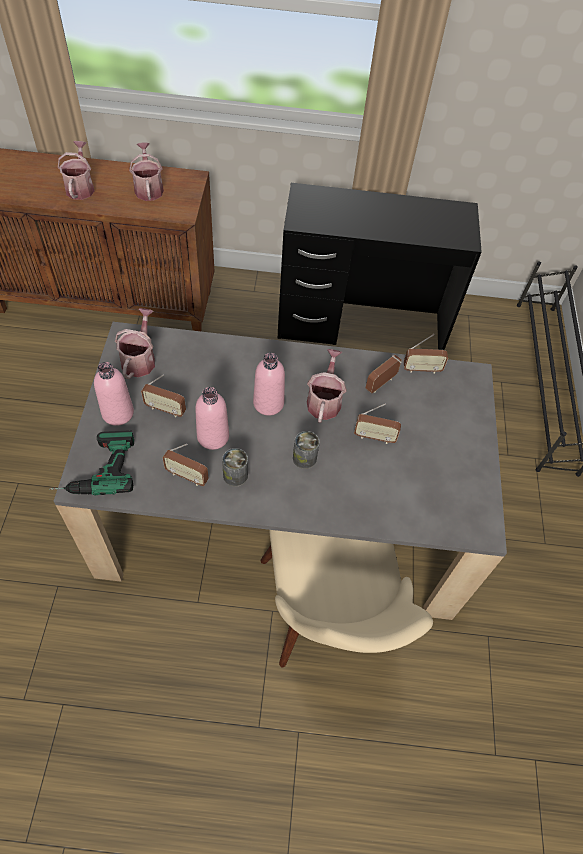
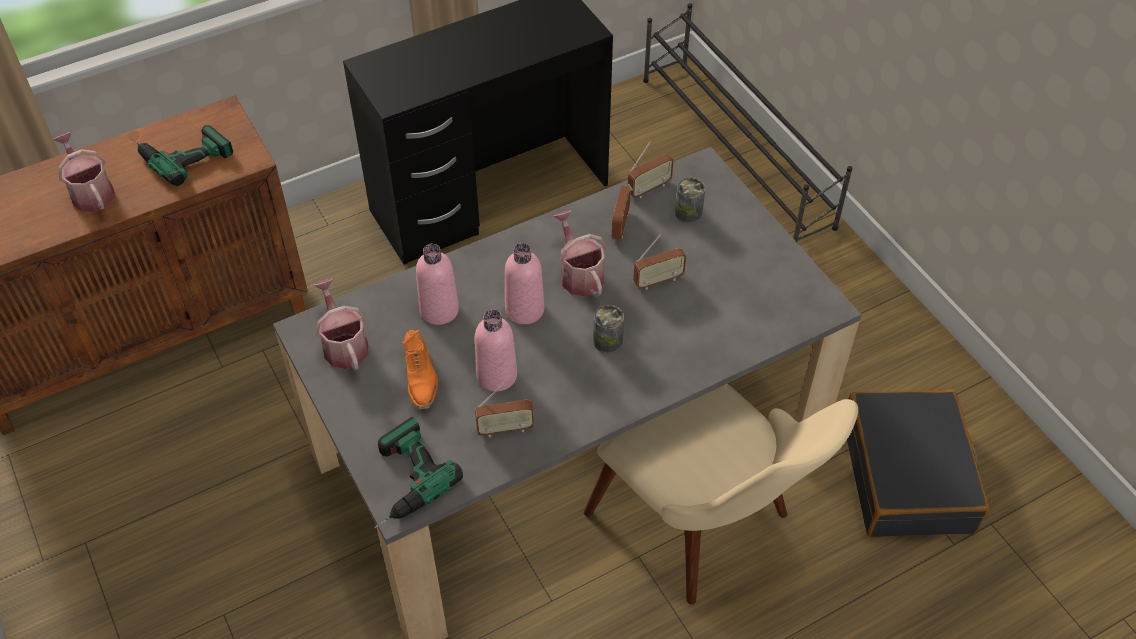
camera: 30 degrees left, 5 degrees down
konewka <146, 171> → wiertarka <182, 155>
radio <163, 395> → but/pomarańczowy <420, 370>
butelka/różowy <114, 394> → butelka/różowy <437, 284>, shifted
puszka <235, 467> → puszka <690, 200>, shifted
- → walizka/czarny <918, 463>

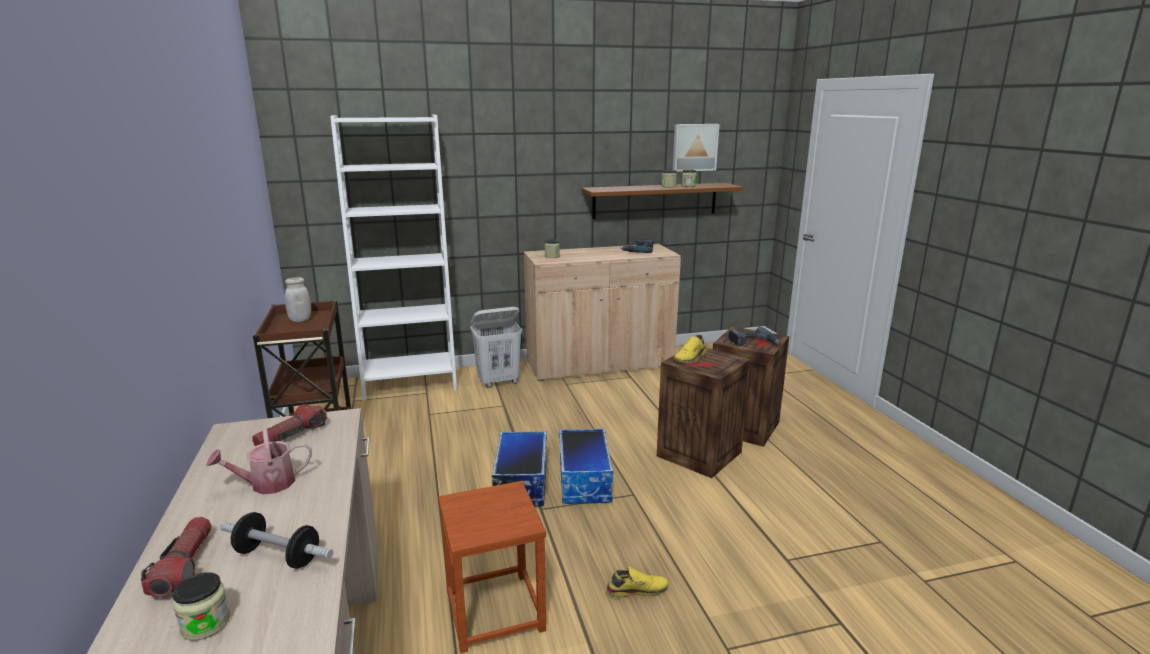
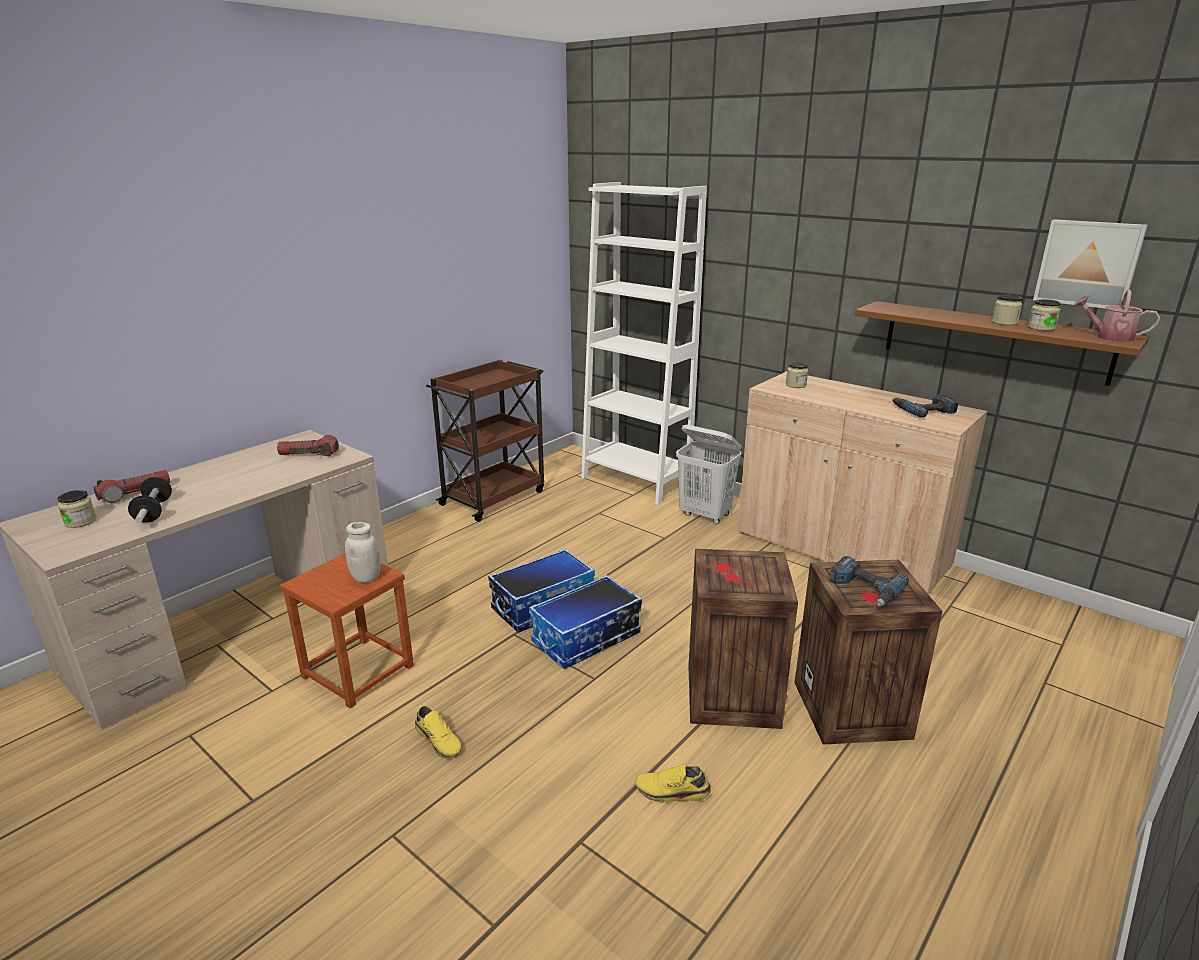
camera: 55 degrees right, 5 degrees up
słoik/biały <298, 299> → słoik/biały <363, 552>, shifted
but/żółty <690, 349> → but/żółty <673, 783>, shifted
konewka <259, 461> → konewka <1117, 315>, shifted

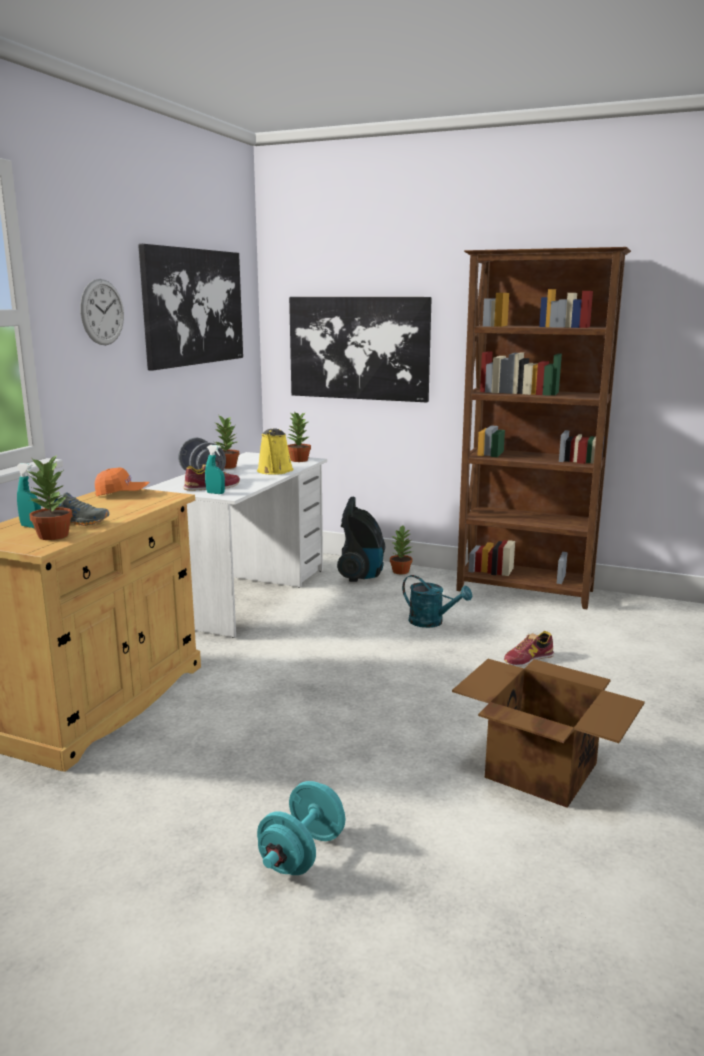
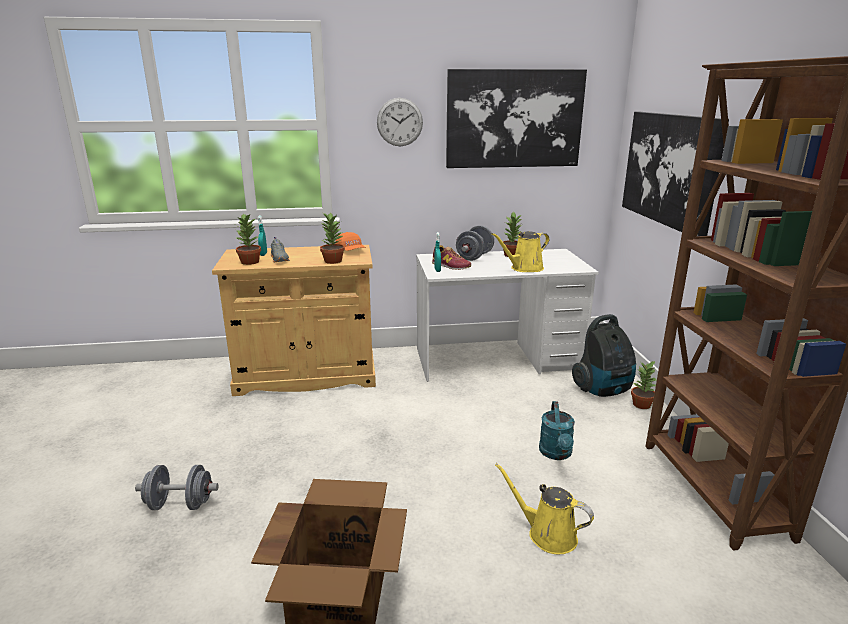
camera: 60 degrees right, 5 degrees up
hantel/turkusowy <301, 828> → hantel/szary <176, 487>
roślina doniczkowa <298, 436> → roślina doniczkowa <332, 238>, shifted
but <529, 649> → konewka/żółty <544, 508>

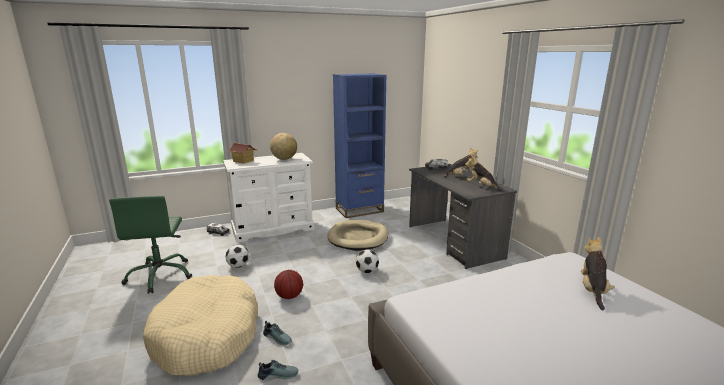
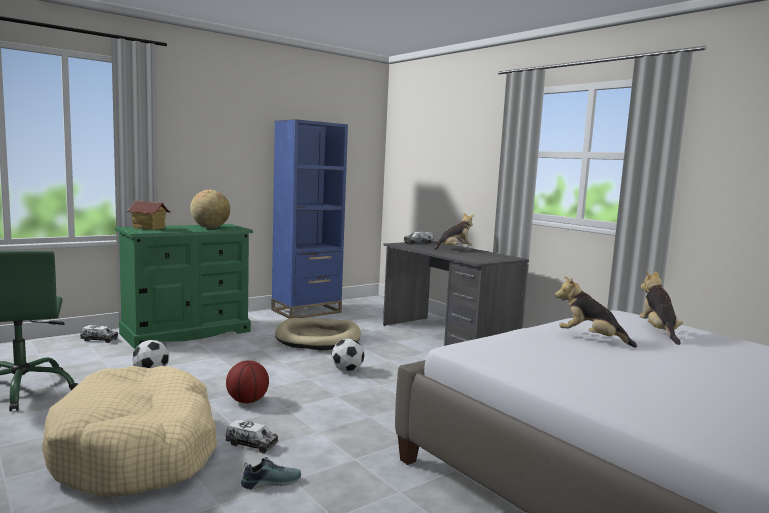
camera: 15 degrees left, 10 degrees down
komoda/biały <268, 198> → komoda/zielony <184, 286>
but <277, 333> → ciężarówka zabawkowa <251, 436>
pluszak <483, 173> → pluszak <596, 312>, shifted

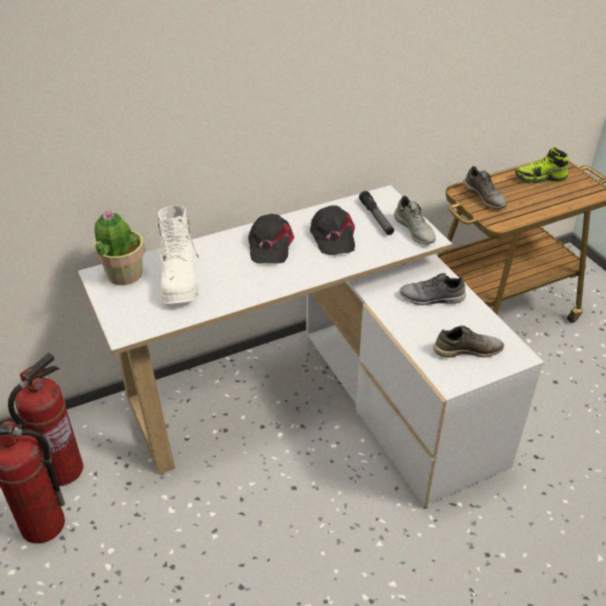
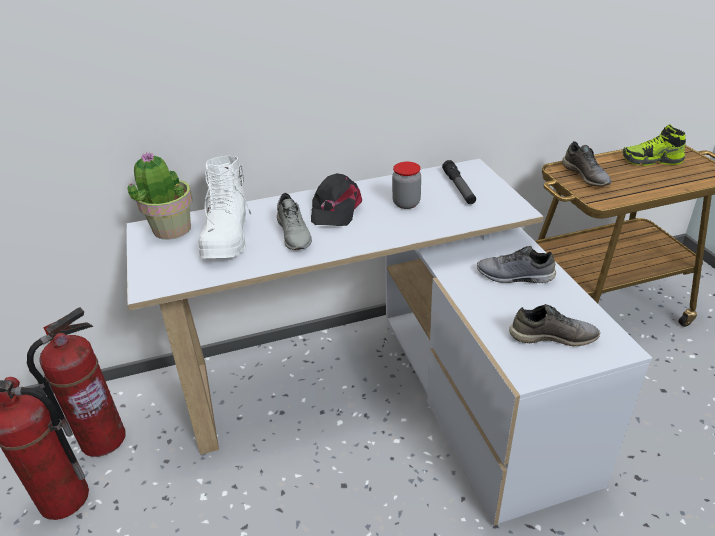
camera: 10 degrees right, 5 degrees down
but/szary <415, 220> → but/szary <294, 221>, shifted
czapka z daszkiem/czarny <332, 230> → słoik <406, 185>

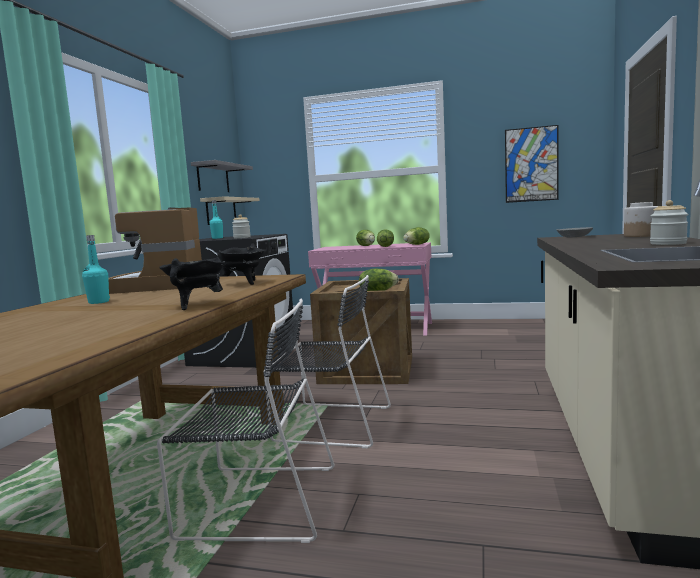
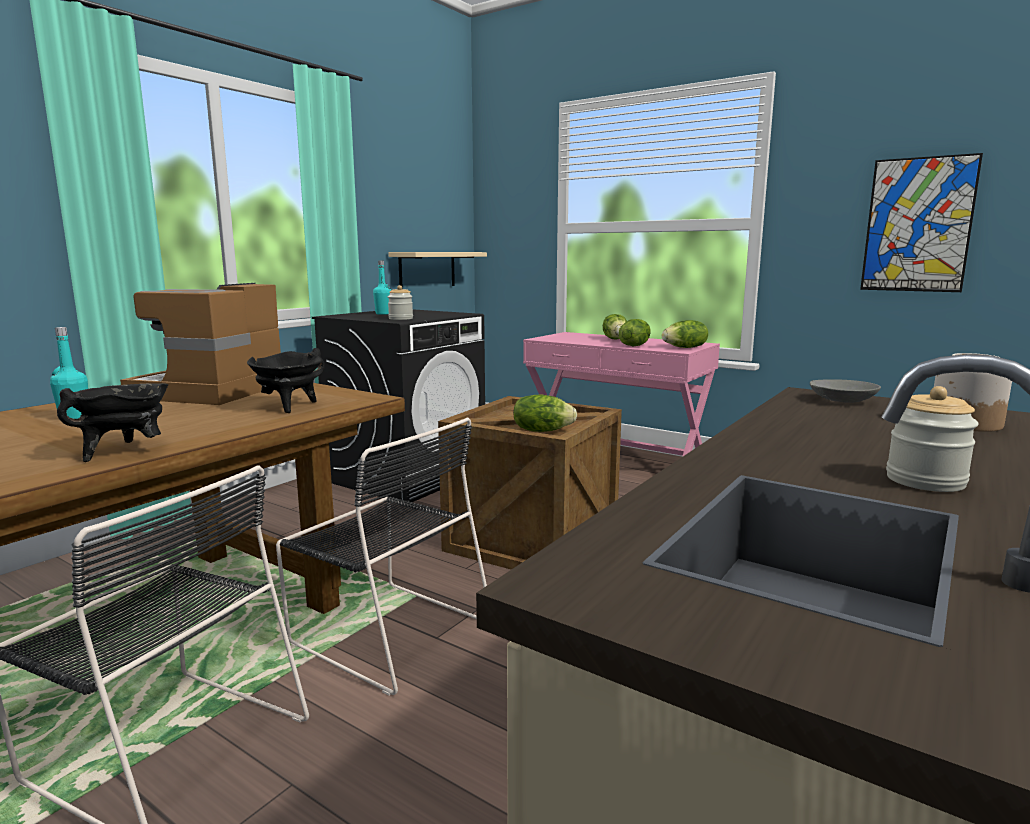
camera: 20 degrees right, 5 degrees up
półka/szary <222, 176> → -

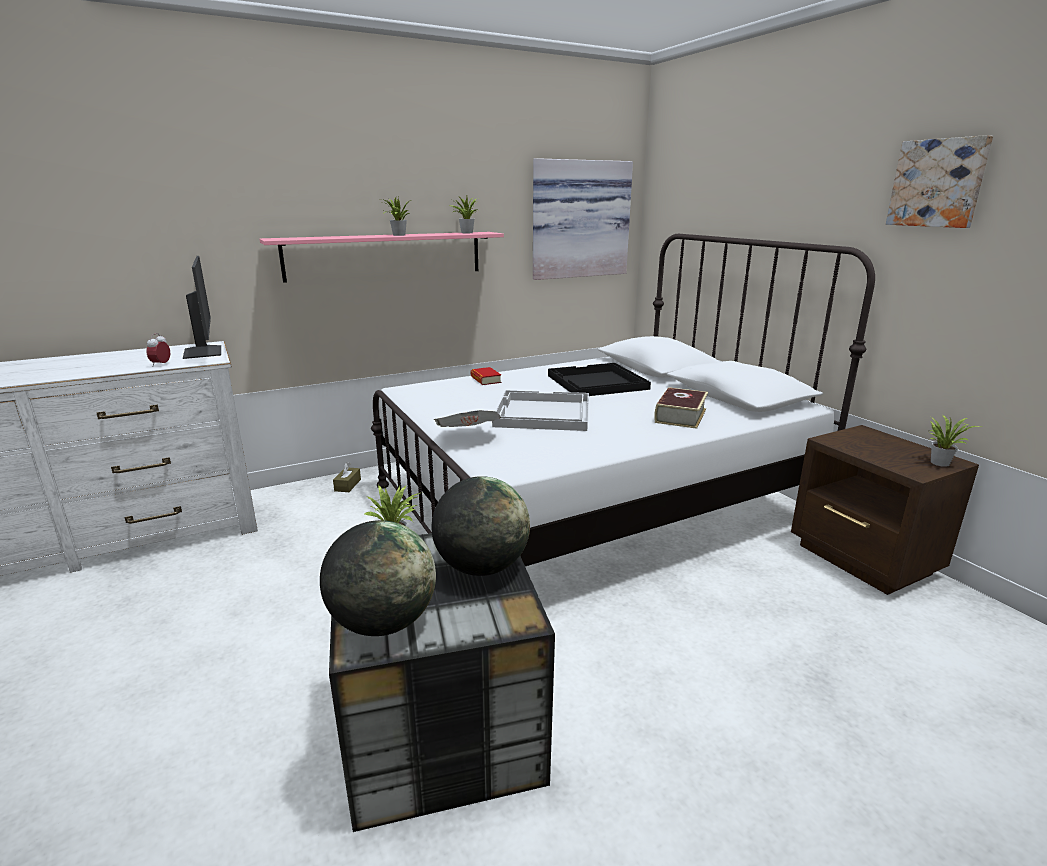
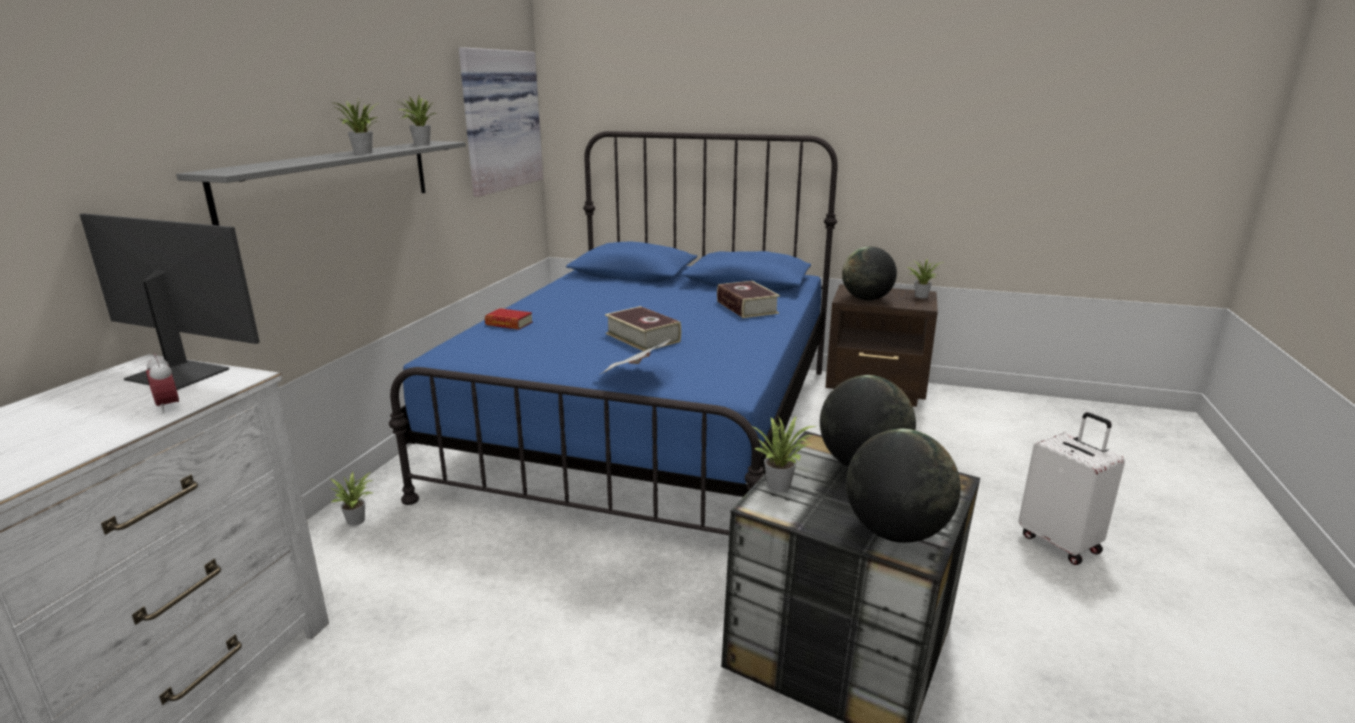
camera: 45 degrees left, 0 degrees up
półka/różowy <381, 257> → półka/szary <321, 183>
pudełko chusteczek/brązowy <347, 477> → roślina doniczkowa <352, 499>
łóżko/biały <623, 400> → łóżko/niebieski <613, 333>
taca/biały <540, 410> → książka <643, 328>
- → globus <869, 273>
- → walizka/biały <1071, 488>
taca/czarny <599, 379> → -
obraz <939, 181> → -

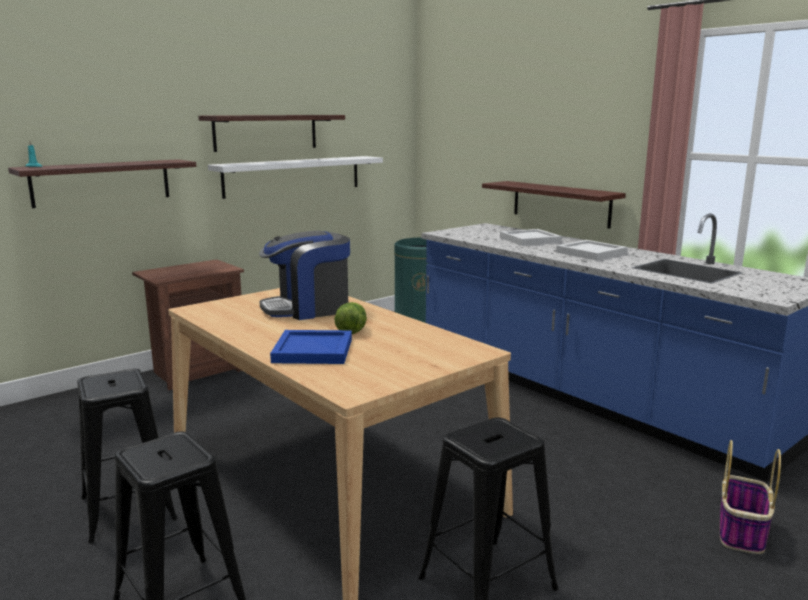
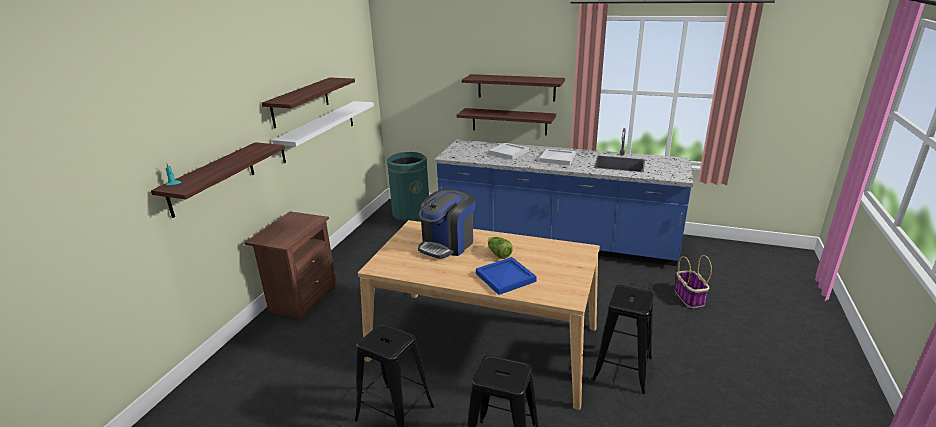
camera: 30 degrees left, 10 degrees up
- → półka <513, 87>

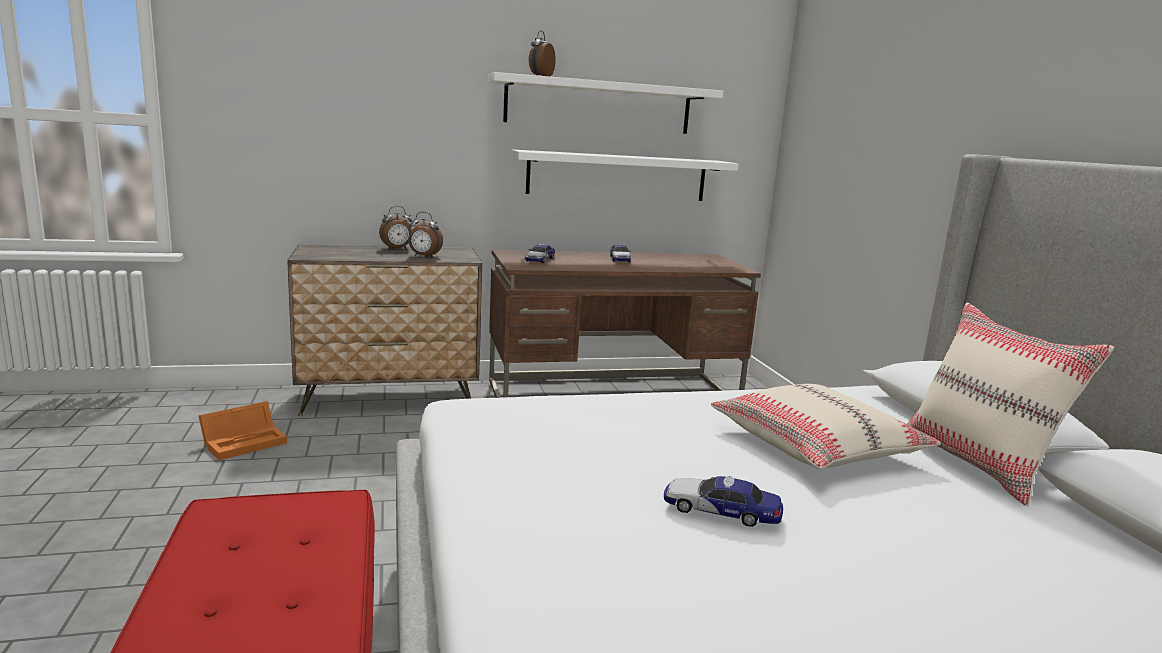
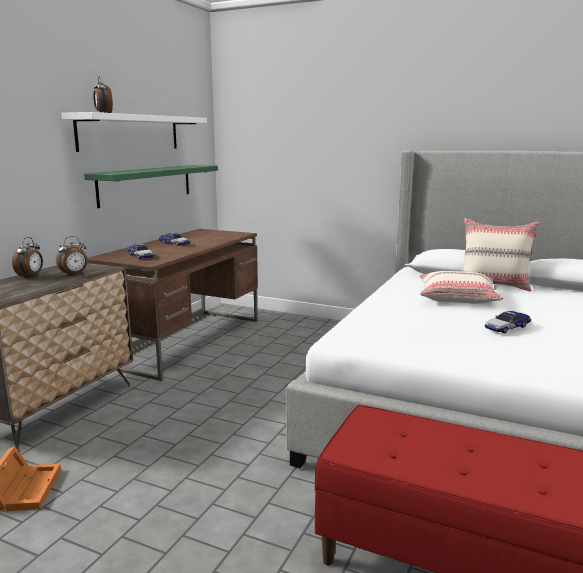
camera: 50 degrees left, 0 degrees up
półka/biały <625, 175> → półka/zielony <151, 186>

